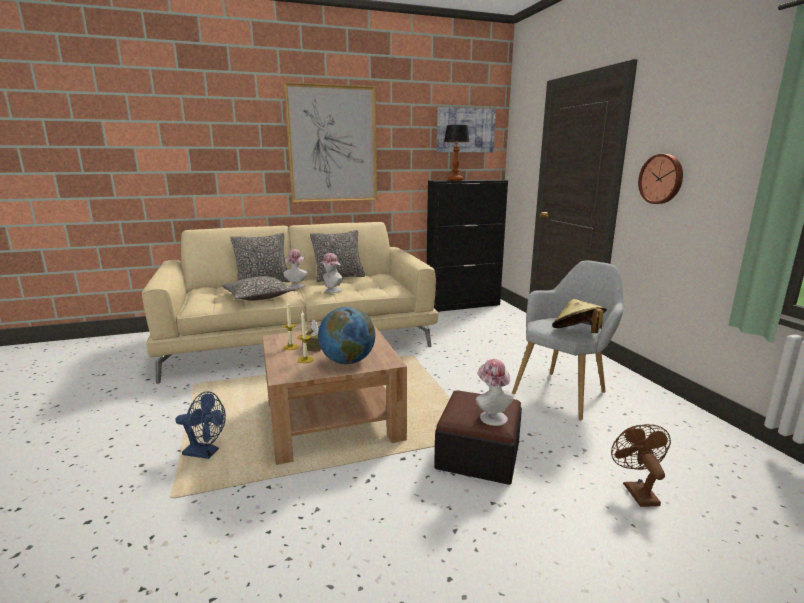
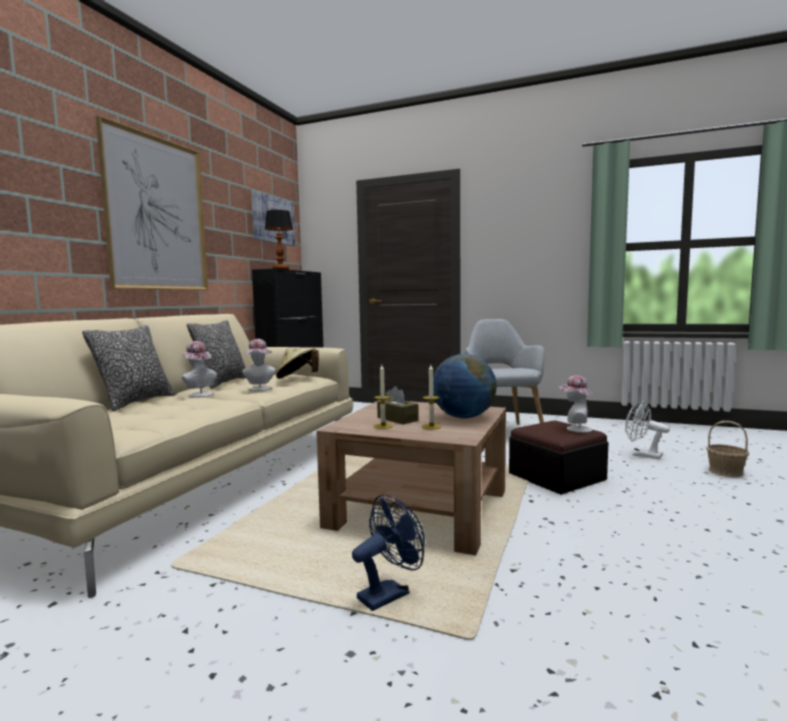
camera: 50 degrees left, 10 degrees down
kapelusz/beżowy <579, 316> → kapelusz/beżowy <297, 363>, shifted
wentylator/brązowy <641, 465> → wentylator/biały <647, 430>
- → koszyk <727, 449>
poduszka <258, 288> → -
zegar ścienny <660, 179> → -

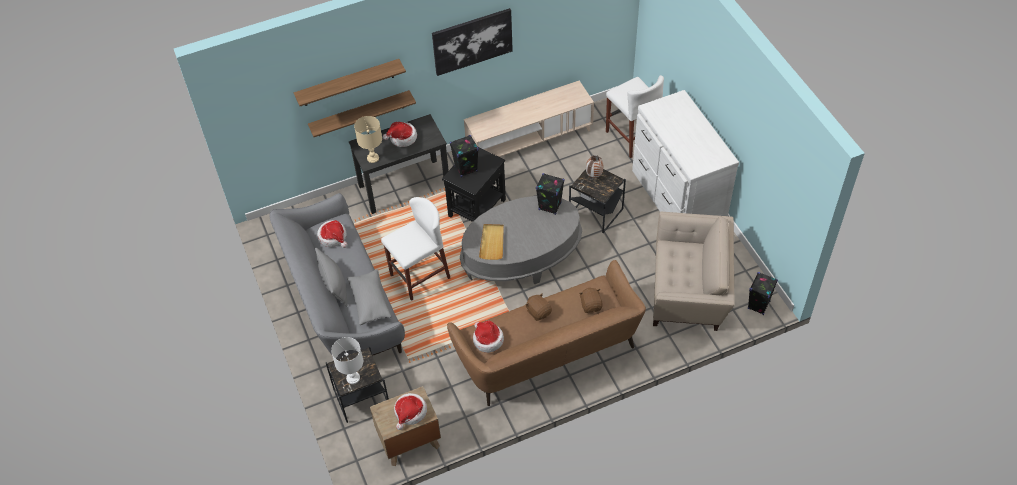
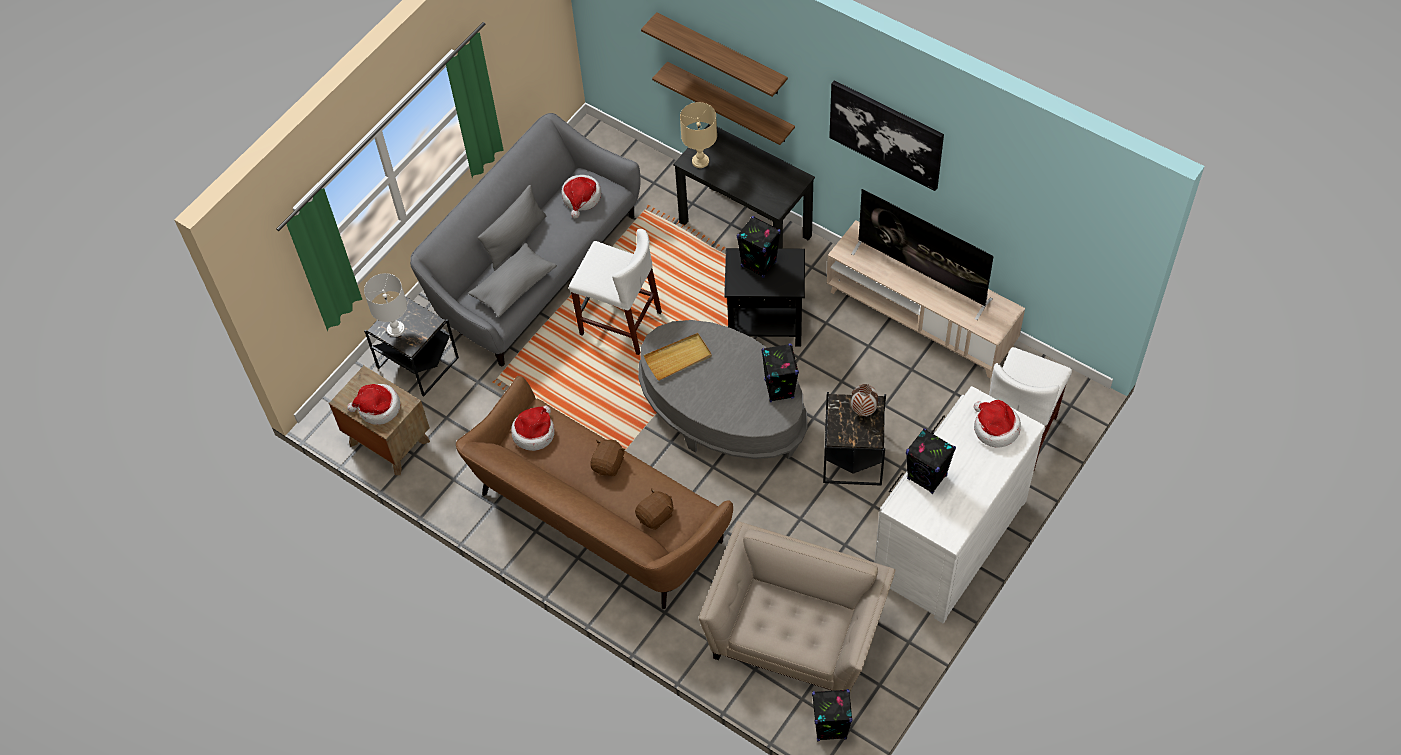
camera: 60 degrees right, 5 degrees up
fotel/beżowy <693, 271> → fotel/beżowy <797, 606>, 135 degrees counterclockwise
- → telewizor <922, 254>
- → głośnik/czarny <931, 461>
kapelusz <400, 134> → kapelusz <997, 424>, shifted

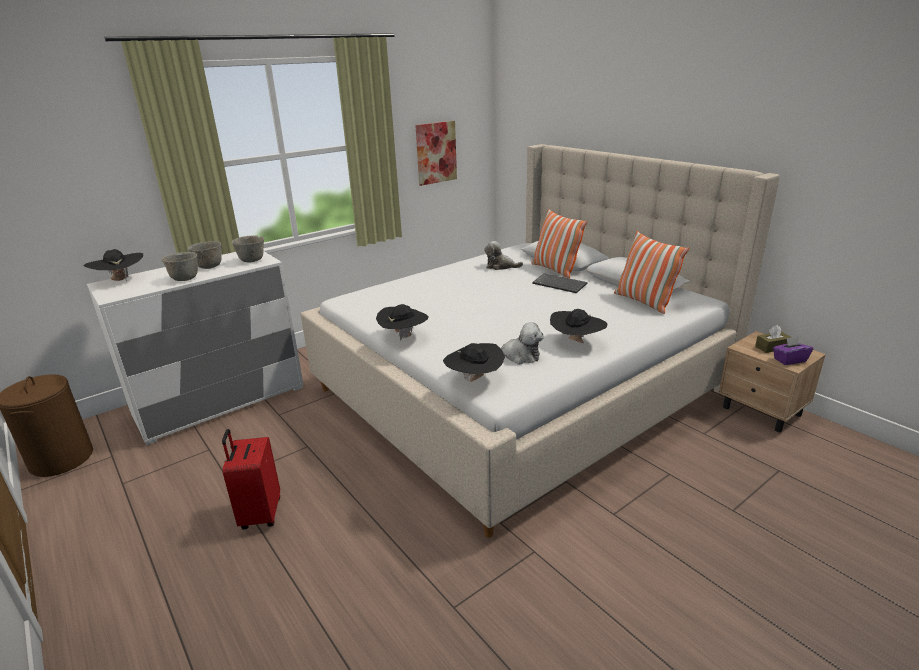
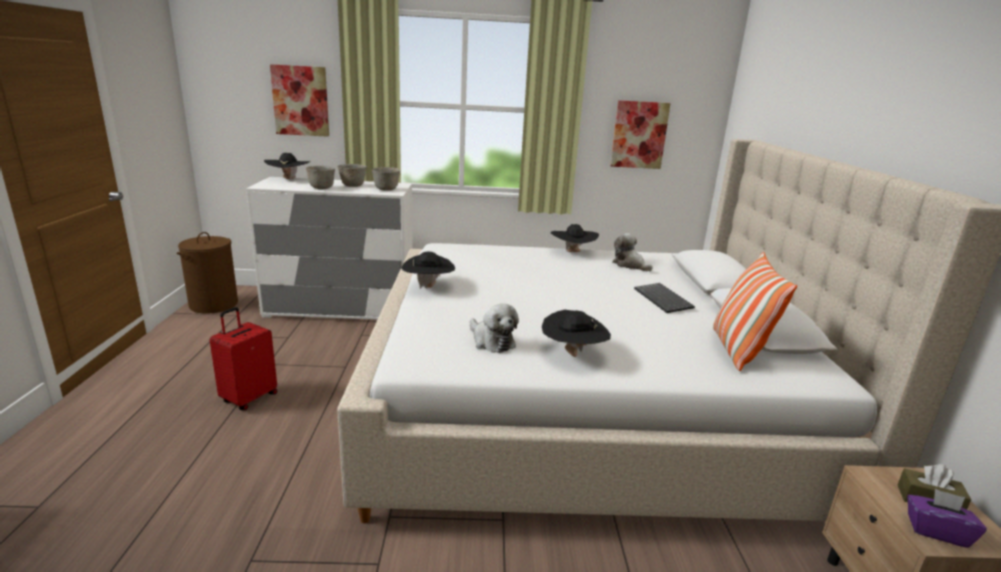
camera: 35 degrees right, 5 degrees down
- → obraz <299, 100>
kapelusz/czarny <474, 362> → kapelusz/czarny <575, 238>, shifted
poduszka <559, 243> → -

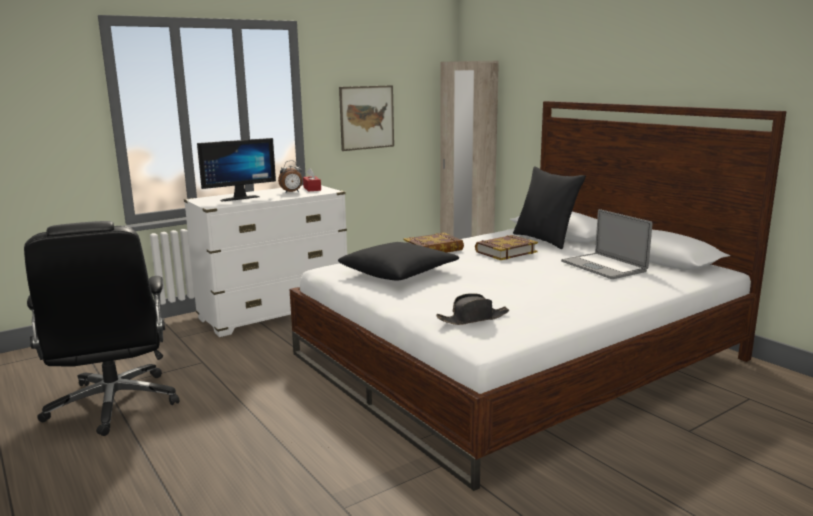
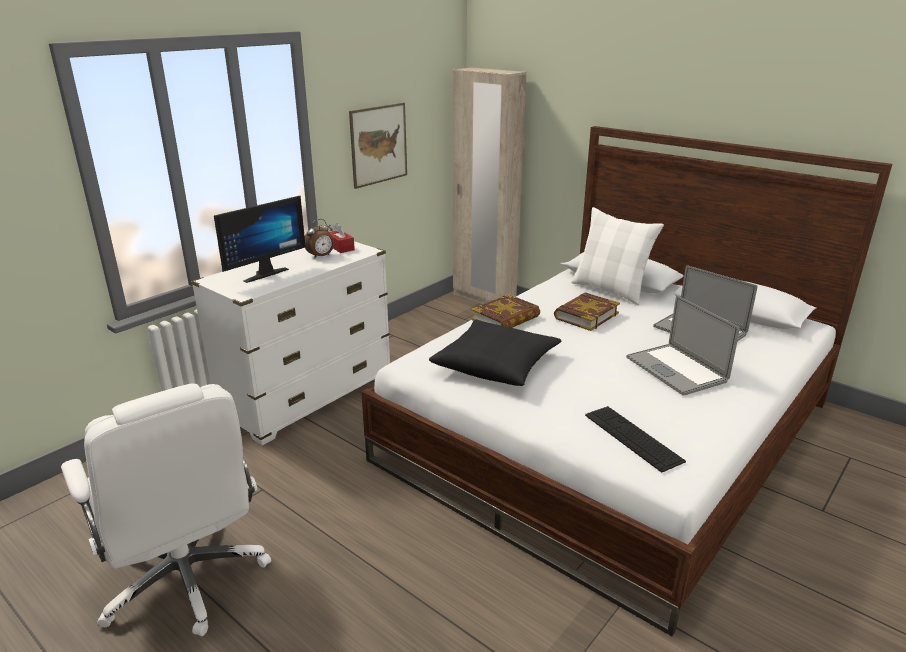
camera: 15 degrees left, 10 degrees up
krzesło biurowe/czarny <101, 328> → krzesło biurowe/biały <166, 509>
poduszka/czarny <549, 207> → poduszka/biały <617, 256>
kapelusz/czarny <472, 309> → klawiatura <635, 439>
- → laptop <683, 345>

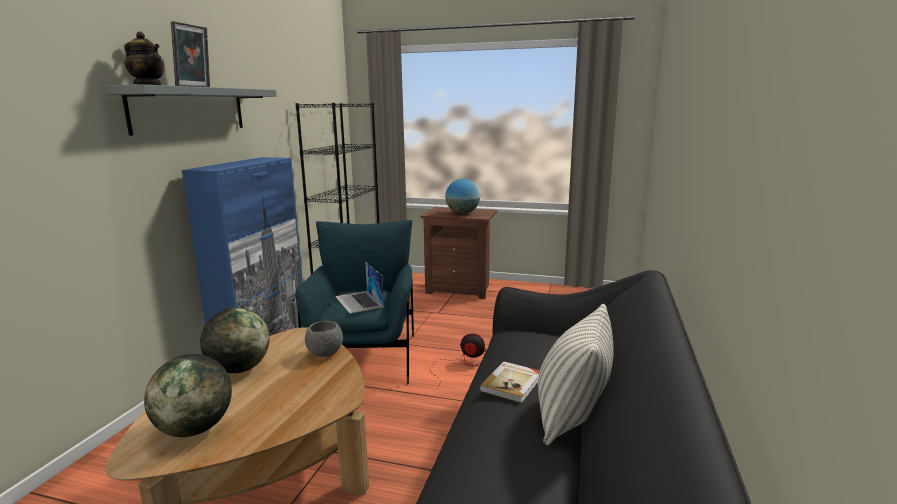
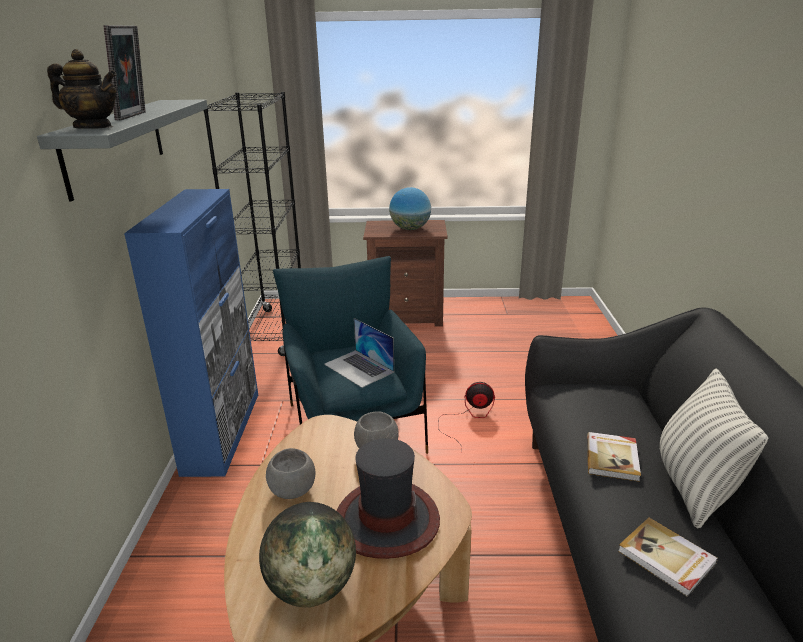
camera: 15 degrees left, 10 degrees up
globus <234, 340> → miska/szary <290, 473>
- → kapelusz <388, 498>
- → książka <668, 557>

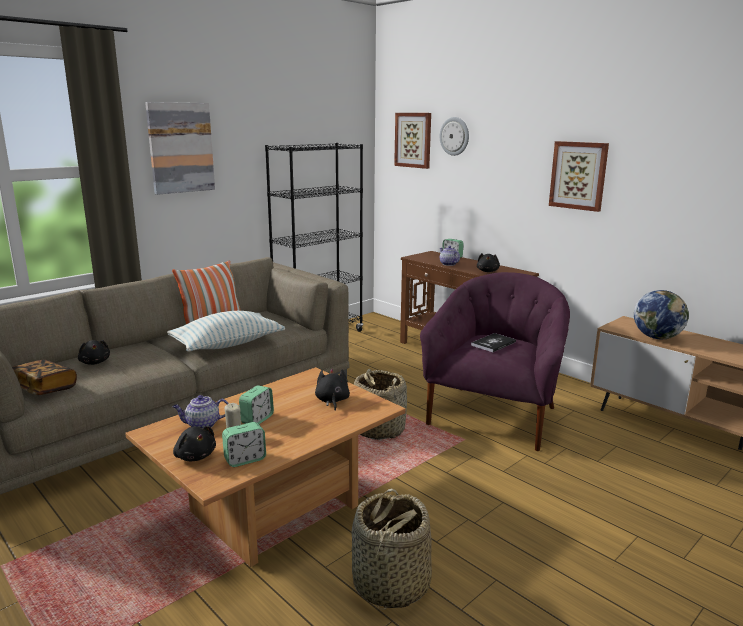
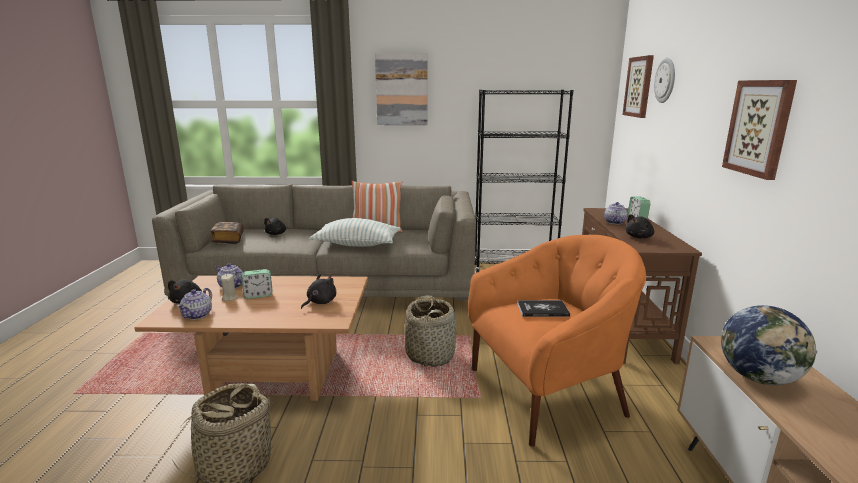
camera: 45 degrees right, 0 degrees up
budzik <244, 444> → imbryk <194, 304>
fotel/fioletowy <495, 361> → fotel/pomarańczowy <557, 341>

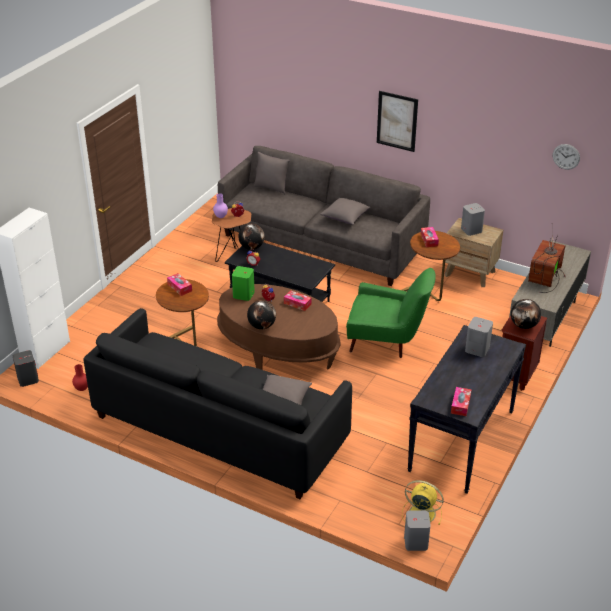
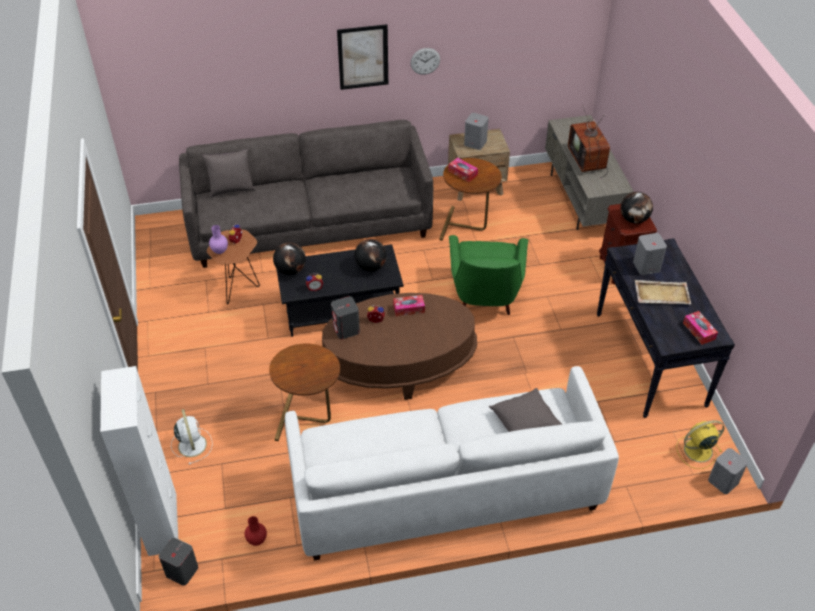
camera: 40 degrees left, 10 degrees up
- → wentylator/biały <192, 437>
kanapa/czarny <217, 403> → kanapa/biały <452, 463>
głośnik/zielony <243, 283> → głośnik/szary <345, 317>
globus <261, 314> → globus <370, 255>, shifted
zegar ścienny <566, 157> → zegar ścienny <425, 61>, shifted
fotel/zielony <391, 313> → fotel/zielony <488, 275>, 120 degrees clockwise
- → taca/beżowy <663, 292>
pudełko chusteczek <179, 284> → -
poduszka/szary <345, 211> → -

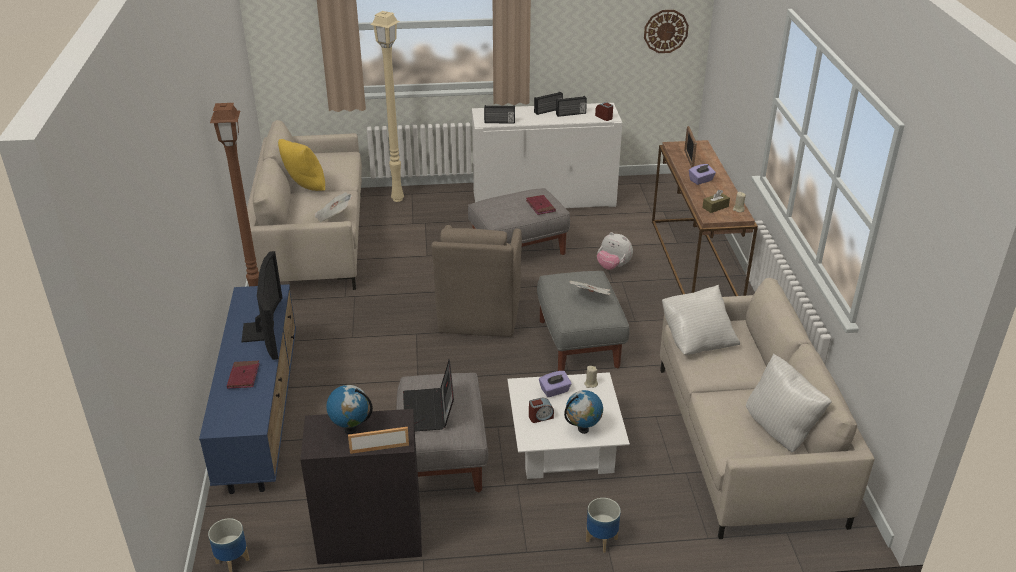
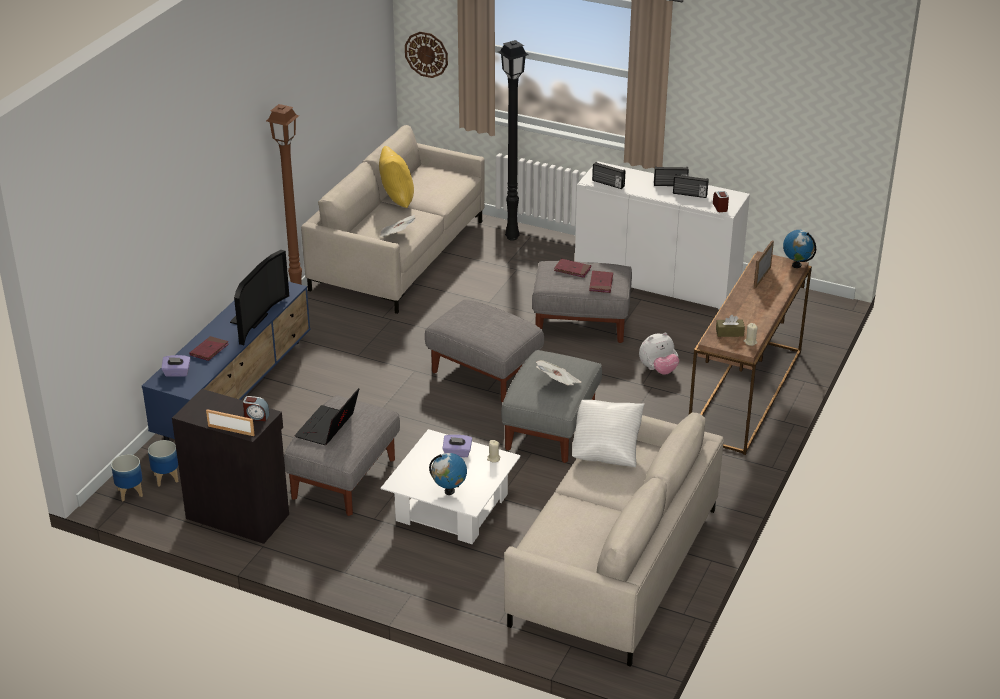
camera: 30 degrees right, 0 degrees up
donica <603, 525> → donica <163, 463>, shifted
pudełko chusteczek/fioletowy <702, 174> → pudełko chusteczek/fioletowy <176, 366>, shifted
budzik <541, 410> → budzik <256, 408>, shifted
zegar ścienny <666, 31> → zegar ścienny <426, 55>, shifted
fotel/brązowy <476, 281> → pufa/szary <484, 350>
lampa stojąca/beżowy <387, 106> → lampa stojąca/czarny <513, 140>
- → książka/czerwony <572, 268>
pluszak <615, 251> → pluszak <659, 353>, 90 degrees counterclockwise
globus <349, 409> → globus <799, 249>, shifted
poduszka/biały <789, 402> → -

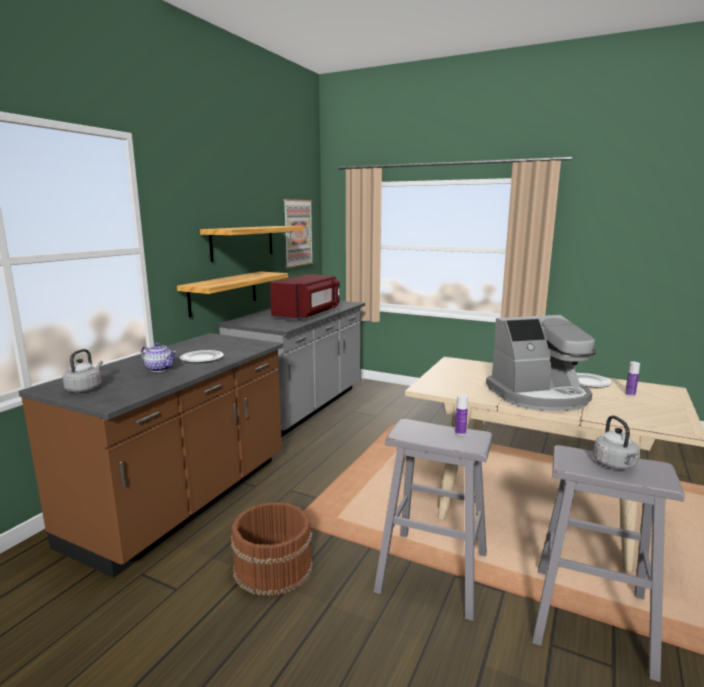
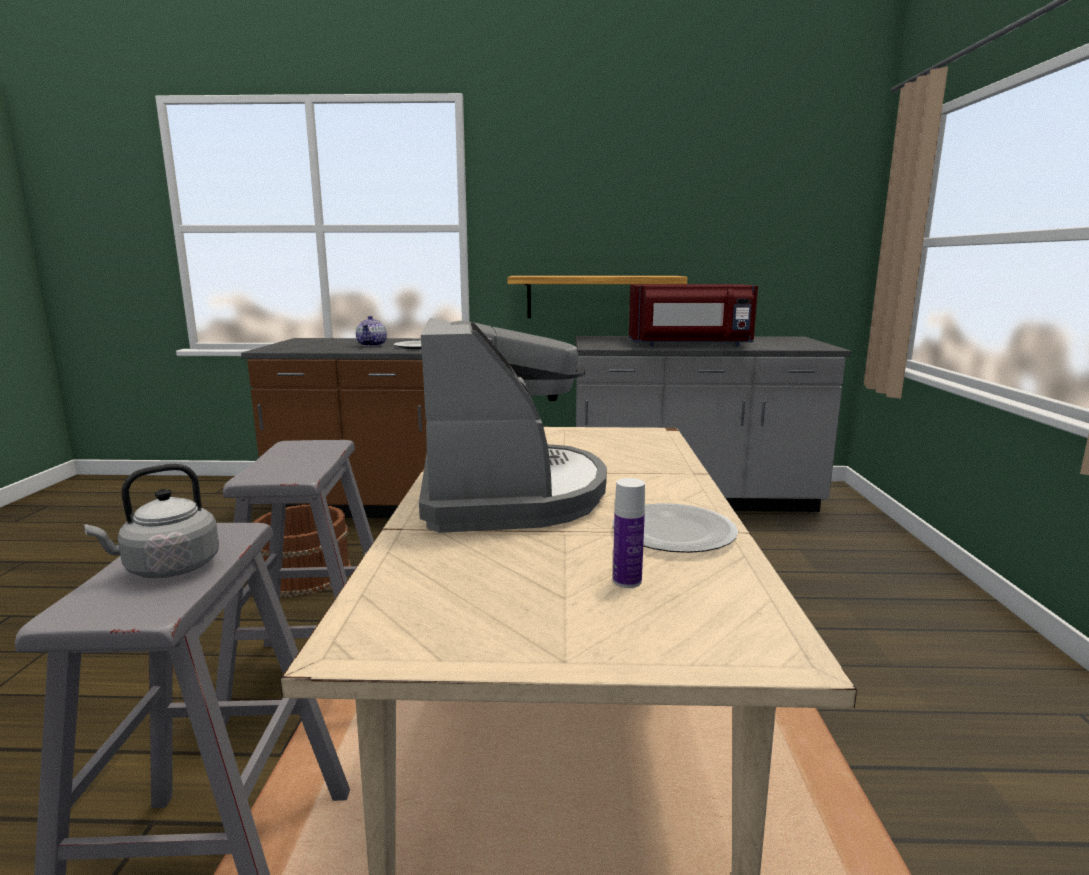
camera: 65 degrees right, 0 degrees up
ekspres do kawy <541, 363> → ekspres do kawy <513, 425>, 150 degrees counterclockwise
czajnik/szary <83, 370> → -
półka <252, 244> → -
obraz <298, 233> → -
butelka <461, 414> → -

